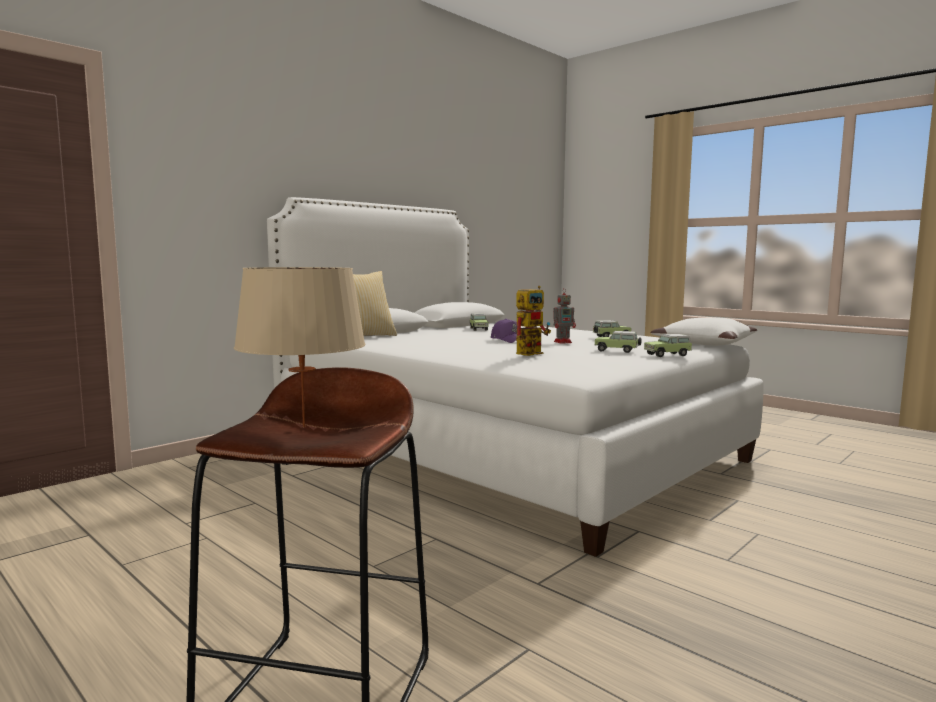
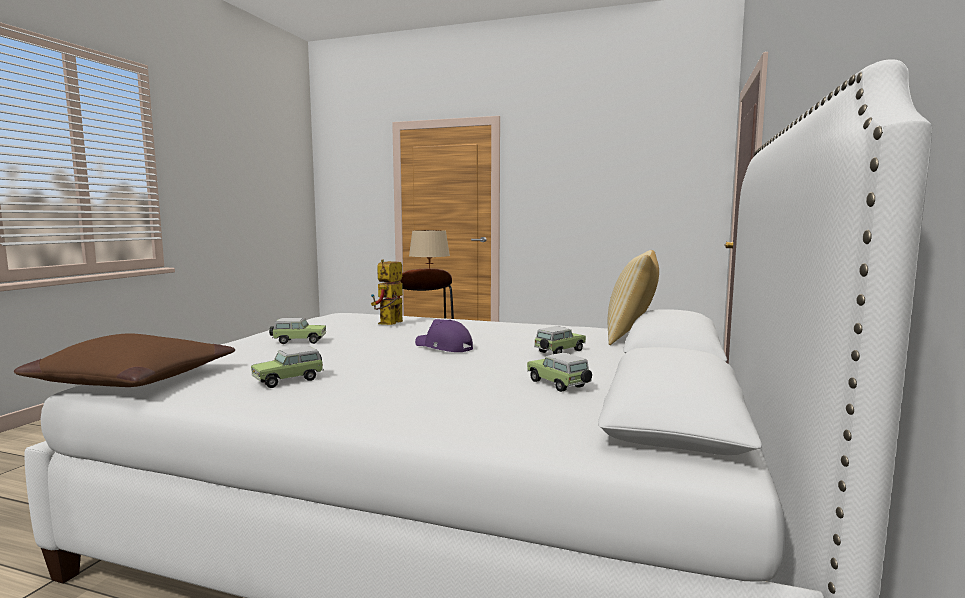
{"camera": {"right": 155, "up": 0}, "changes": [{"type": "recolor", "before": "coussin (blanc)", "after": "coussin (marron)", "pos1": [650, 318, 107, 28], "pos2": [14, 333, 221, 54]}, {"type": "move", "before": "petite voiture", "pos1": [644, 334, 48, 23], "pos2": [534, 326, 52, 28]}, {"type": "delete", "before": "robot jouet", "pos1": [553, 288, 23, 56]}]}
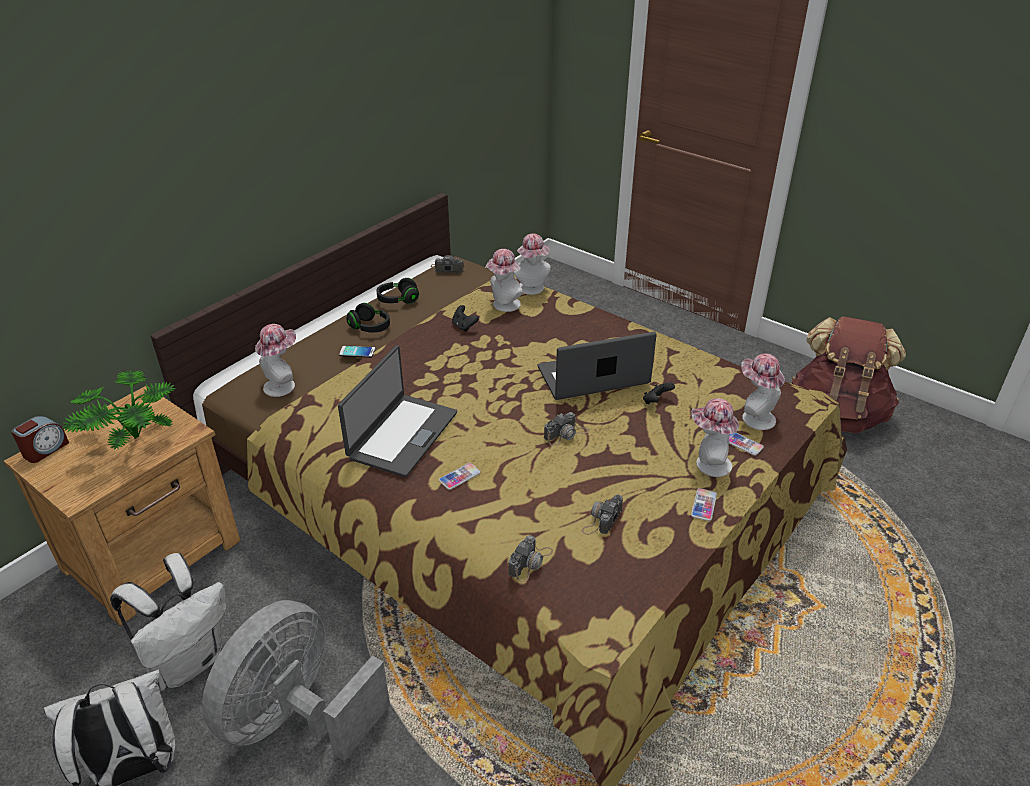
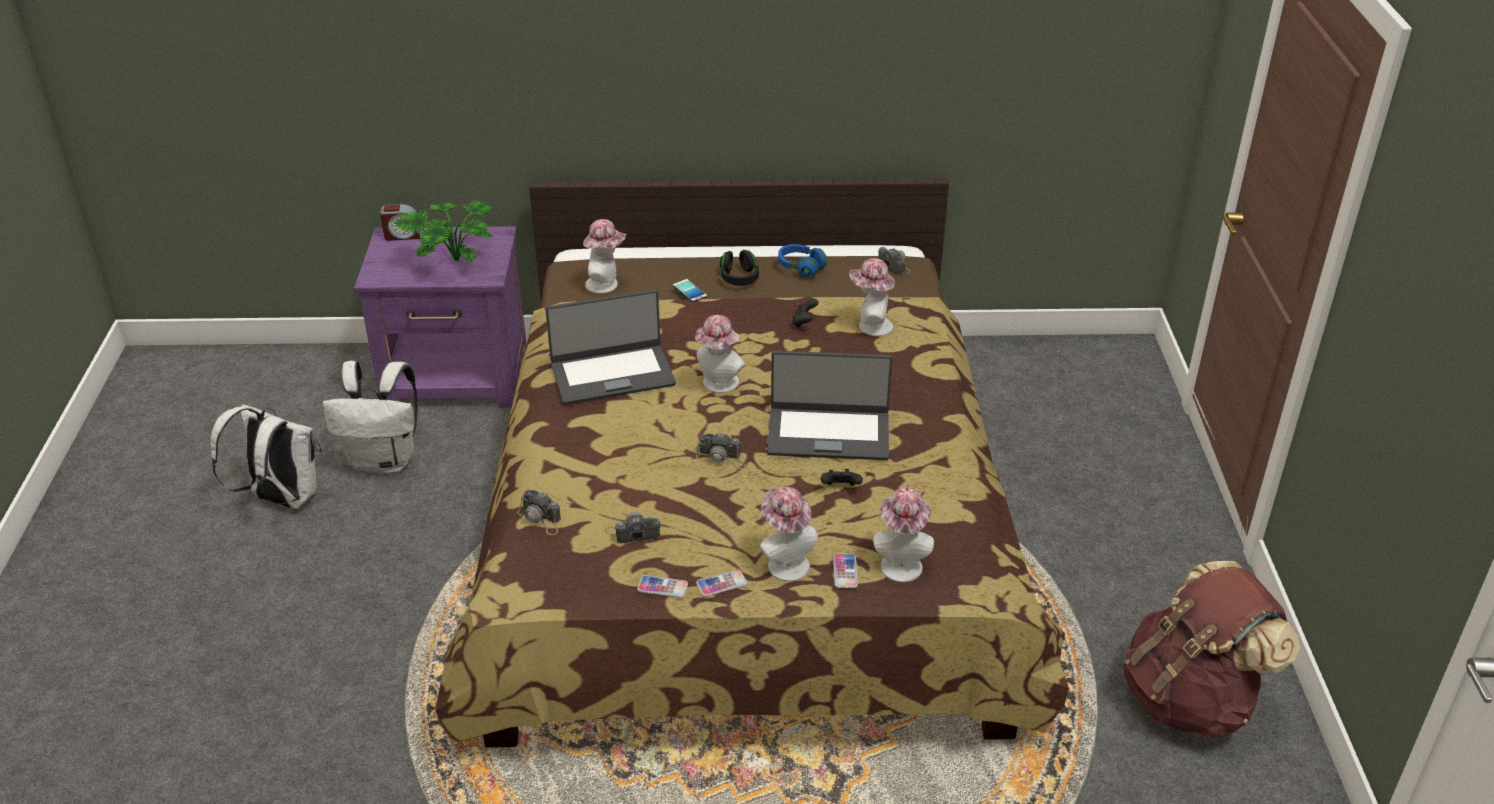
{"camera": {"right": 50, "up": 0}, "changes": [{"type": "recolor", "before": "table de chevet (marron)", "after": "table de chevet (violet)", "pos1": [4, 386, 236, 240], "pos2": [354, 226, 172, 182]}, {"type": "rotate", "before": "appareil photo", "pos1": [508, 535, 45, 47], "pos2": [517, 490, 44, 45], "turn": 45}, {"type": "move", "before": "téléphone", "pos1": [439, 463, 42, 27], "pos2": [637, 575, 51, 23]}, {"type": "move", "before": "chapeau", "pos1": [513, 234, 38, 61], "pos2": [695, 315, 50, 78]}, {"type": "rotate", "before": "ordinateur portable", "pos1": [538, 332, 119, 68], "pos2": [767, 351, 125, 109], "turn": 150}, {"type": "recolor", "before": "casque audio (noir)", "after": "casque audio (bleu)", "pos1": [376, 278, 43, 26], "pos2": [778, 244, 49, 34]}, {"type": "delete", "before": "ventilateur (gris)", "pos1": [202, 600, 188, 161]}]}
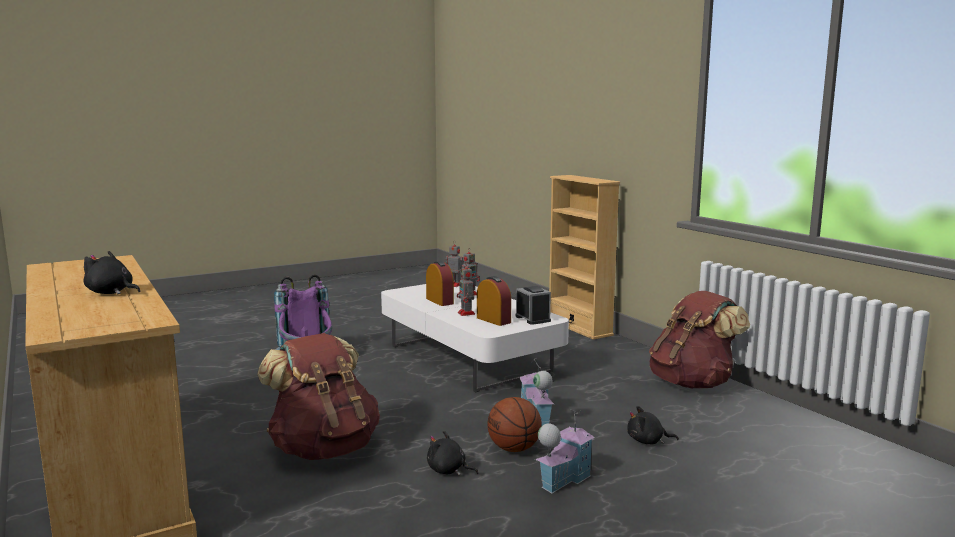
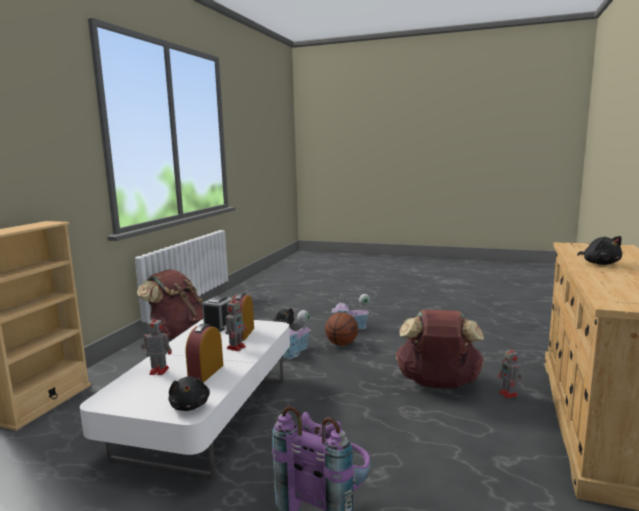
{"camera": {"right": -130, "up": 0}, "changes": [{"type": "move", "before": "peluche (noir)", "pos1": [427, 431, 51, 45], "pos2": [168, 377, 42, 34]}, {"type": "move", "before": "robot jouet", "pos1": [446, 241, 17, 46], "pos2": [498, 346, 23, 52]}]}
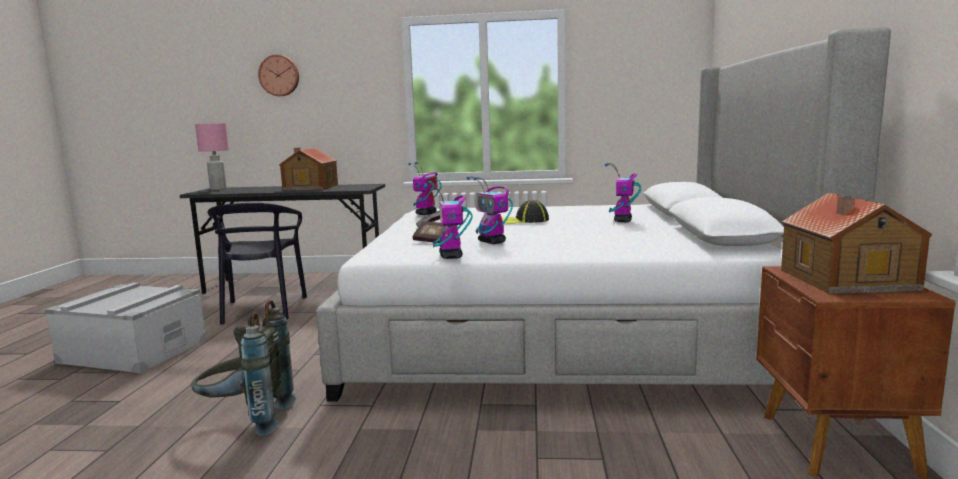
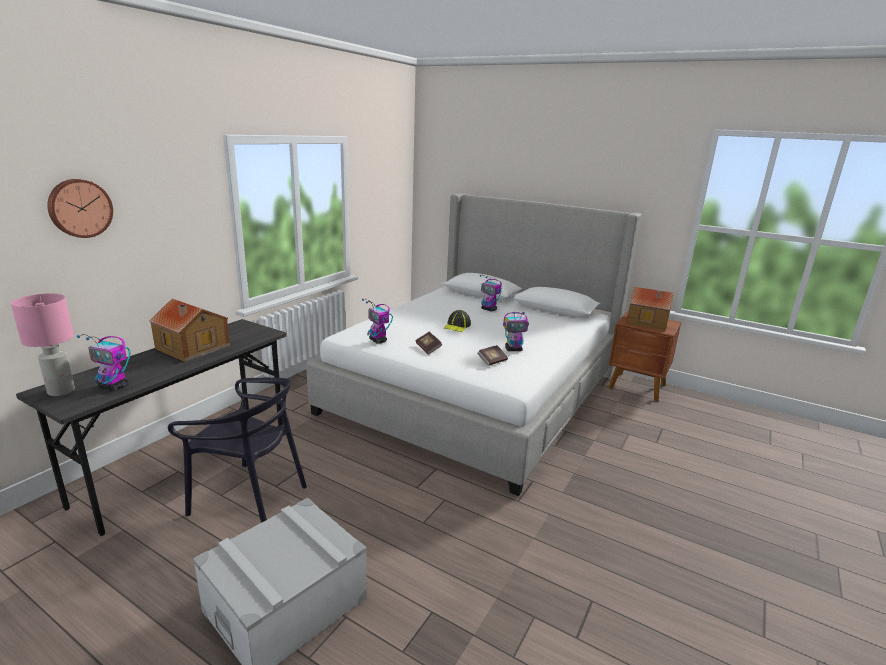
{"camera": {"right": -65, "up": 10}, "changes": [{"type": "move", "before": "robot jouet", "pos1": [424, 183, 49, 76], "pos2": [77, 334, 53, 57]}, {"type": "delete", "before": "sac à dos (gris)", "pos1": [191, 300, 105, 136]}]}
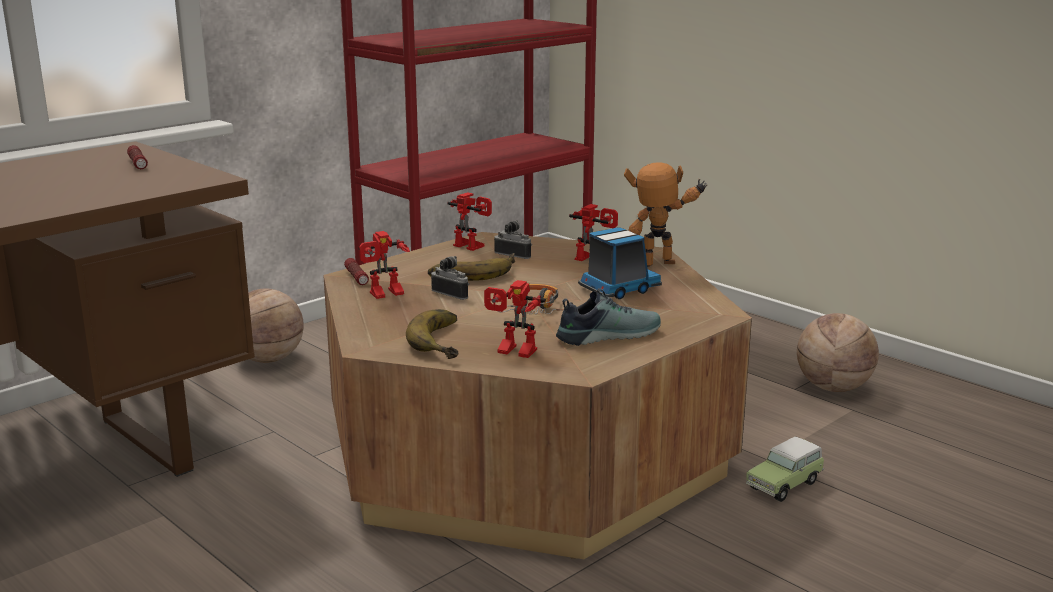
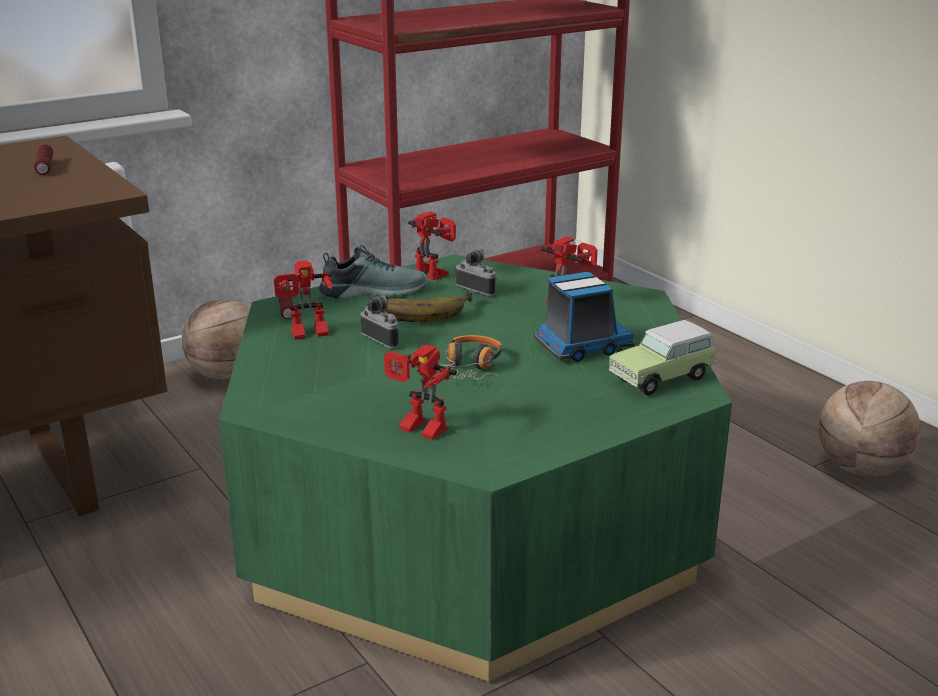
{"camera": {"right": 10, "up": 5}, "changes": [{"type": "recolor", "before": "table basse (marron)", "after": "table basse (vert)", "pos1": [323, 232, 429, 327], "pos2": [219, 255, 513, 427]}, {"type": "move", "before": "chaussure", "pos1": [556, 288, 105, 58], "pos2": [319, 245, 107, 54]}, {"type": "move", "before": "petite voiture", "pos1": [746, 436, 79, 66], "pos2": [609, 320, 108, 75]}, {"type": "delete", "before": "banane", "pos1": [406, 309, 52, 50]}, {"type": "delete", "before": "robot jouet", "pos1": [624, 162, 84, 105]}]}
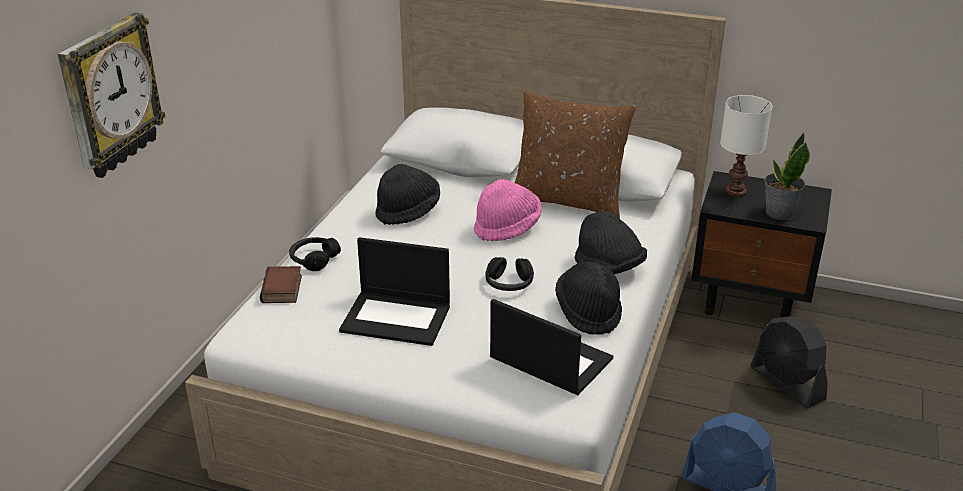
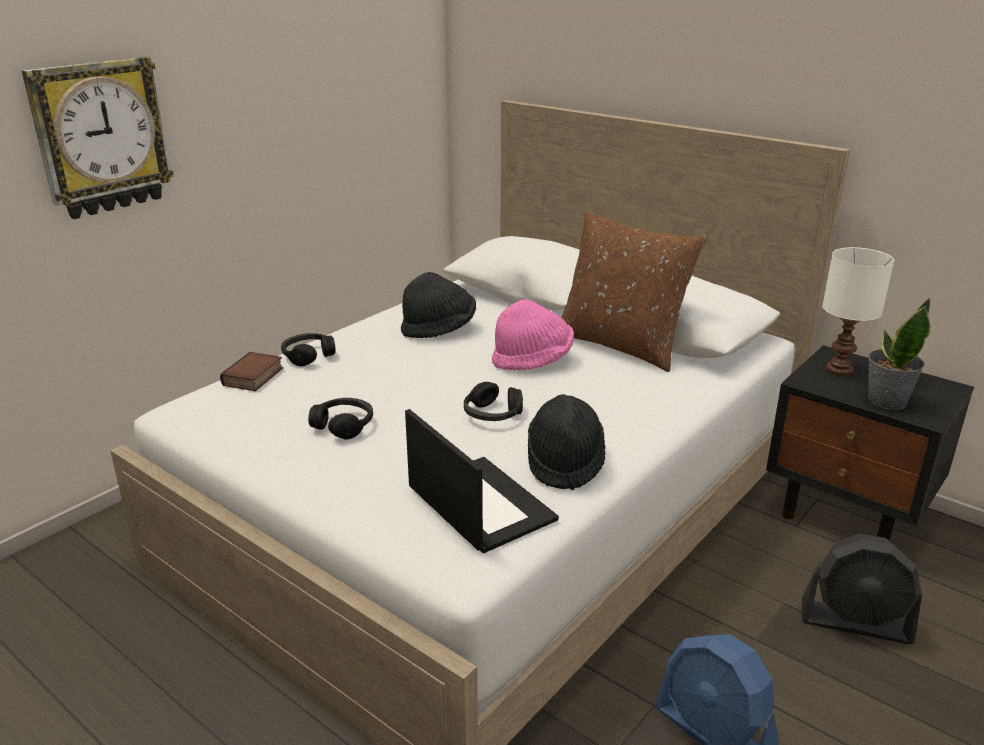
{"camera": {"right": 20, "up": -5}, "changes": [{"type": "replace", "before": "ordinateur portable", "after": "casque audio (noir)", "pos1": [339, 237, 111, 109], "pos2": [308, 398, 65, 42]}, {"type": "rotate", "before": "ventilateur (noir)", "pos1": [750, 316, 78, 92], "pos2": [802, 533, 120, 111], "turn": -60}, {"type": "delete", "before": "chapeau (noir)", "pos1": [575, 211, 72, 63]}]}
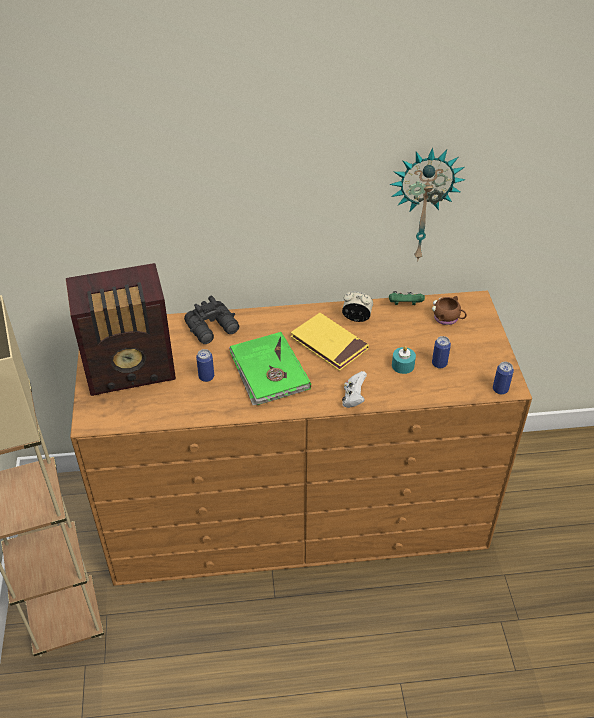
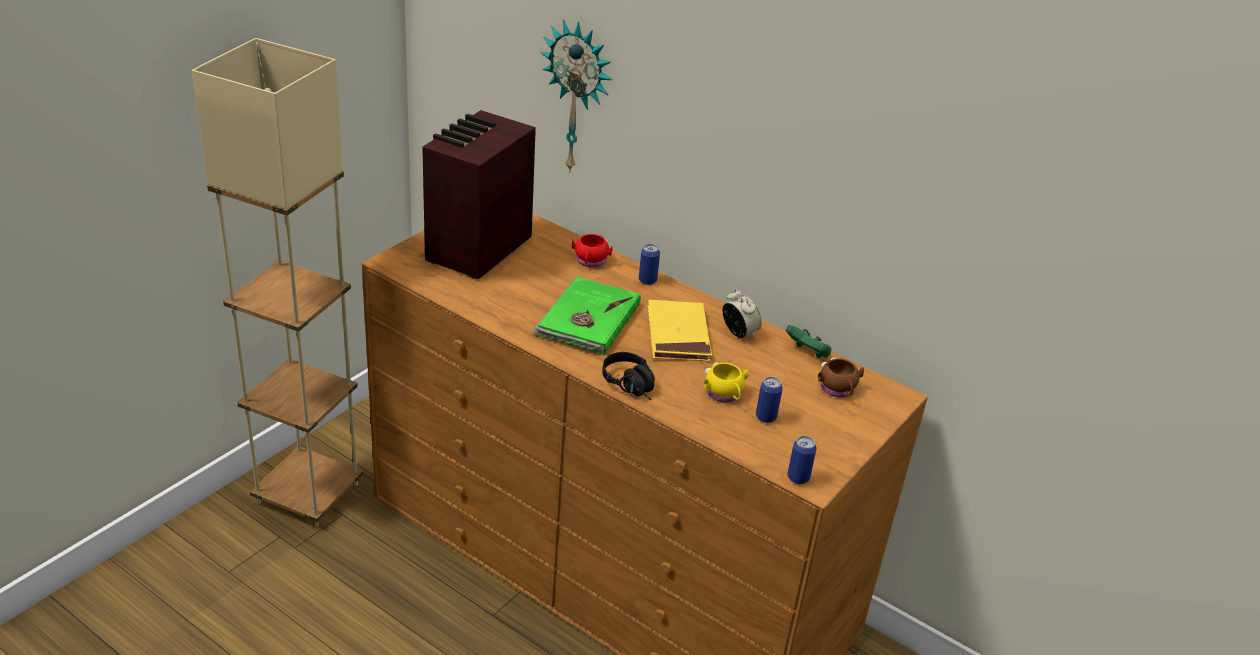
{"camera": {"right": 40, "up": -10}, "changes": [{"type": "rotate", "before": "radio", "pos1": [66, 263, 110, 133], "pos2": [422, 110, 114, 170], "turn": 90}, {"type": "move", "before": "horloge murale", "pos1": [390, 148, 75, 114], "pos2": [540, 19, 72, 154]}, {"type": "replace", "before": "jumelles (noir)", "after": "mug (rouge)", "pos1": [184, 296, 55, 48], "pos2": [572, 234, 40, 34]}, {"type": "replace", "before": "manette (blanc)", "after": "casque audio (noir)", "pos1": [342, 371, 25, 37], "pos2": [602, 352, 53, 48]}, {"type": "move", "before": "boîte métallique", "pos1": [196, 349, 18, 33], "pos2": [639, 244, 21, 41]}, {"type": "replace", "before": "bougie (turquoise)", "after": "mug (jaune)", "pos1": [392, 346, 24, 28], "pos2": [703, 362, 45, 40]}]}
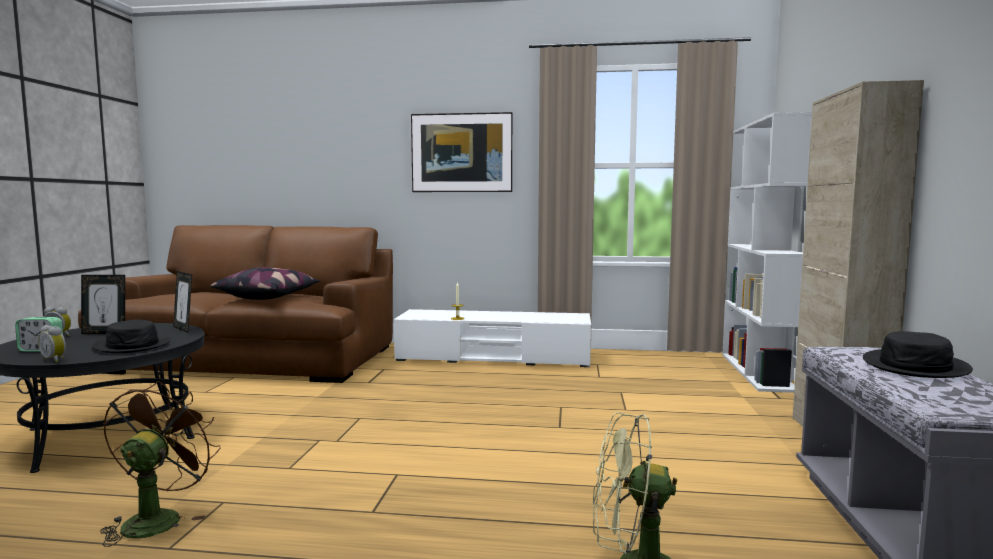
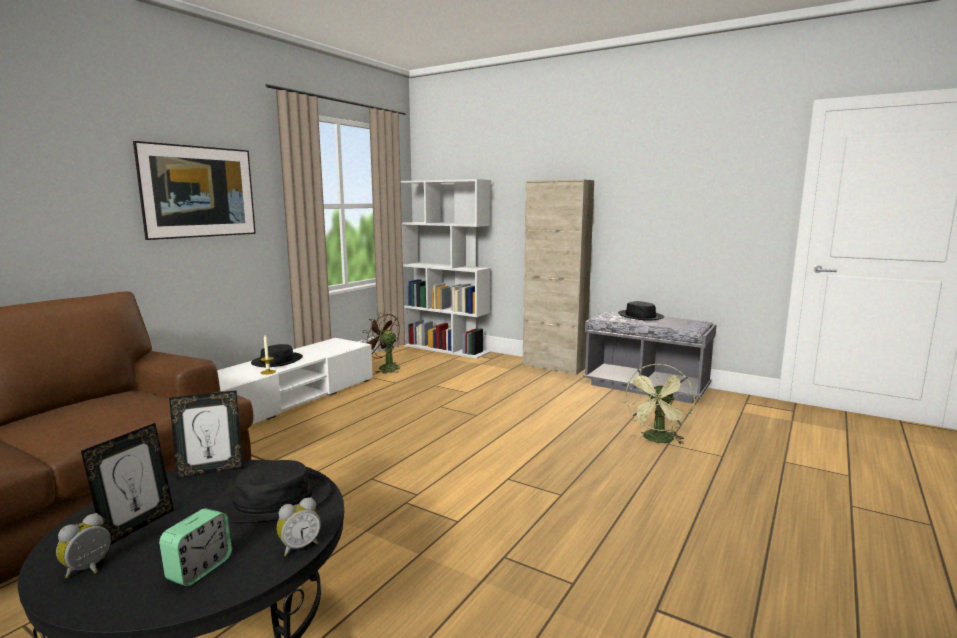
{"camera": {"right": -65, "up": 5}, "changes": [{"type": "insert", "after": "chapeau (noir)", "pos2": [251, 344, 52, 23]}, {"type": "move", "before": "ventilateur (marron)", "pos1": [100, 381, 121, 166], "pos2": [362, 313, 38, 61]}, {"type": "delete", "before": "coussin", "pos1": [210, 267, 111, 33]}]}
